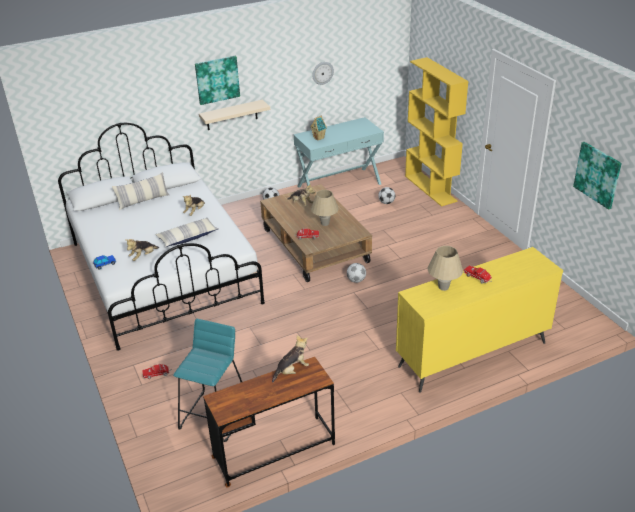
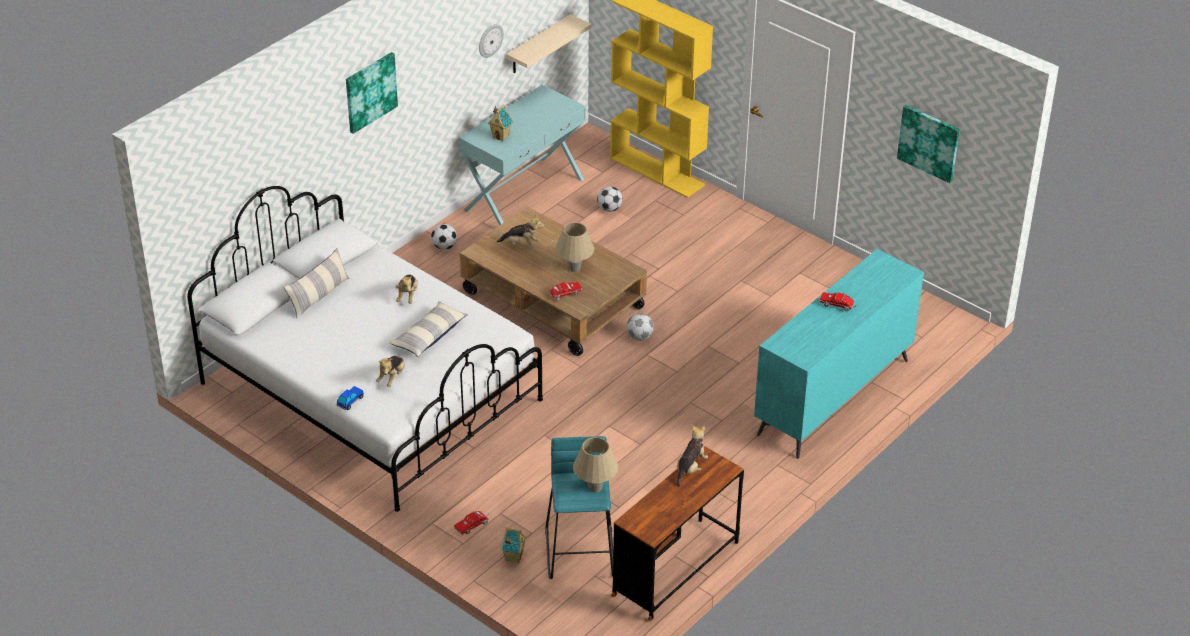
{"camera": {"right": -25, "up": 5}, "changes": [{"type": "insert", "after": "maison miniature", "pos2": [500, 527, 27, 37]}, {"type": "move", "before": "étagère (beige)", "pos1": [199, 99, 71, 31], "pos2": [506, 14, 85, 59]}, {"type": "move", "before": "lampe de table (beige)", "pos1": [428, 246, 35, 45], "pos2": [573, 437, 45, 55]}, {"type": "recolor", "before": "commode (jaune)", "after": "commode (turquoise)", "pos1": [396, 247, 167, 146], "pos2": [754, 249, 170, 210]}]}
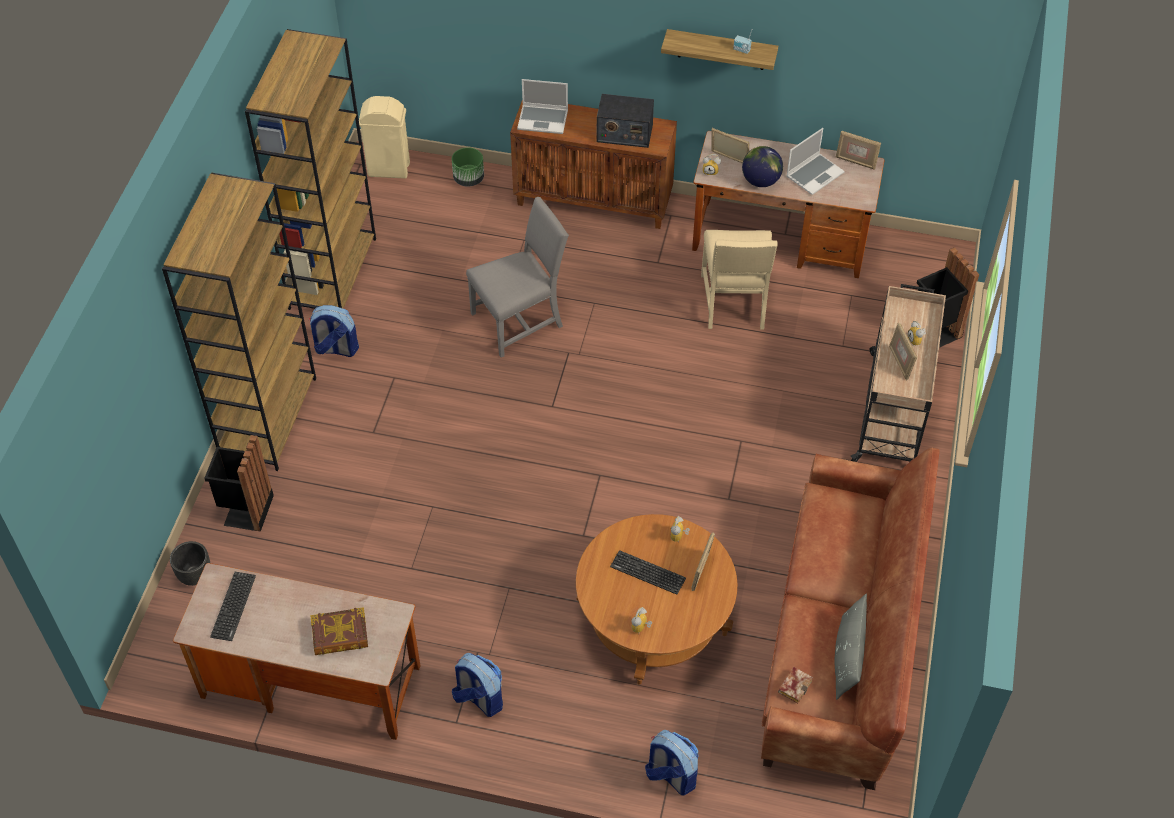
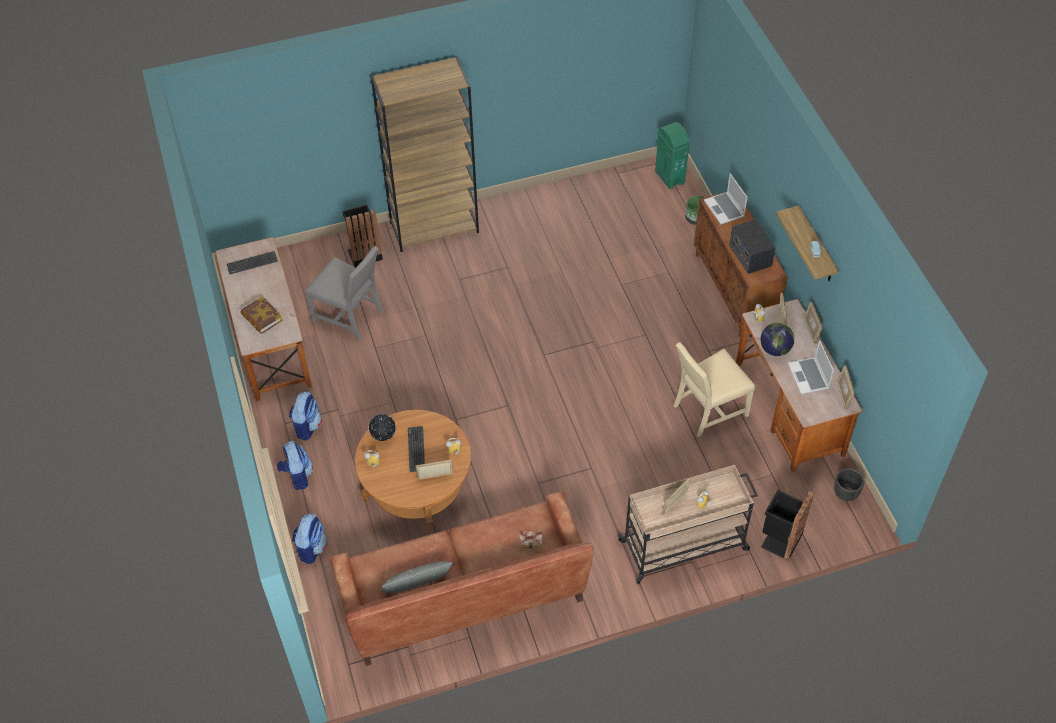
{"camera": {"right": 60, "up": 0}, "changes": [{"type": "move", "before": "sac à dos", "pos1": [308, 305, 51, 52], "pos2": [277, 441, 36, 49]}, {"type": "move", "before": "chaise (gris)", "pos1": [466, 197, 103, 160], "pos2": [305, 246, 78, 94]}, {"type": "insert", "after": "globe", "pos2": [369, 414, 27, 27]}, {"type": "move", "before": "livre", "pos1": [778, 667, 35, 37], "pos2": [520, 531, 22, 17]}, {"type": "recolor", "before": "poubelle (beige)", "after": "poubelle (vert)", "pos1": [359, 96, 51, 82], "pos2": [655, 122, 36, 67]}, {"type": "rotate", "before": "ordinateur portable", "pos1": [787, 128, 58, 67], "pos2": [788, 340, 46, 54], "turn": 60}, {"type": "insert", "after": "cadre photo", "pos2": [804, 301, 19, 43]}, {"type": "move", "before": "cache-pot (noir)", "pos1": [170, 541, 40, 45], "pos2": [834, 468, 30, 33]}, {"type": "delete", "before": "bibliothèque (marron)", "pos1": [245, 29, 131, 281]}]}
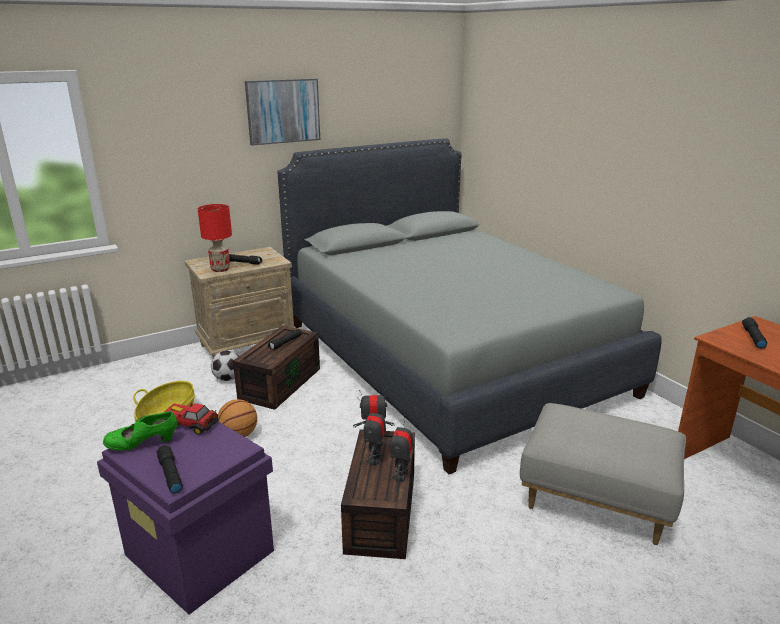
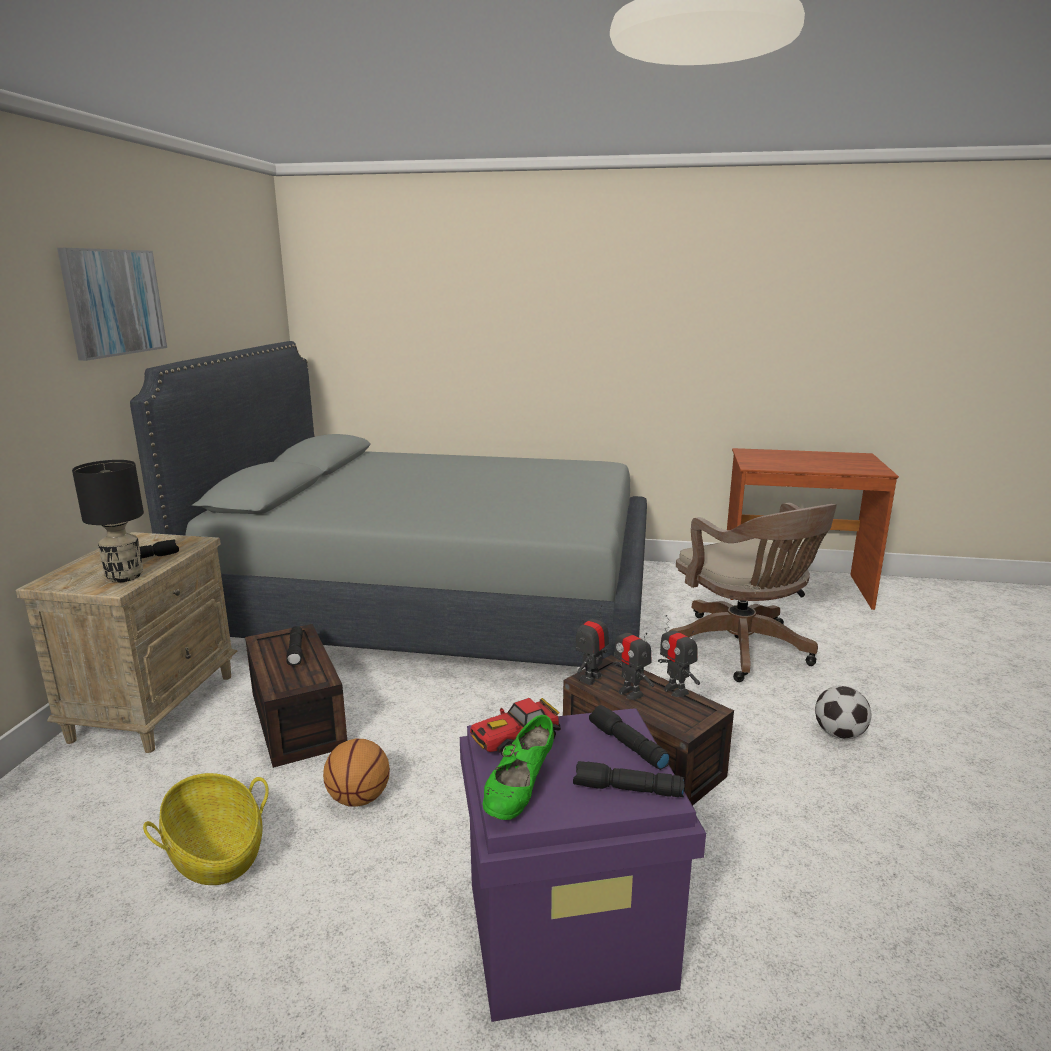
{"camera": {"right": -50, "up": -5}, "changes": [{"type": "recolor", "before": "lampe de table (rouge)", "after": "lampe de table (noir)", "pos1": [198, 204, 34, 68], "pos2": [72, 460, 72, 122]}, {"type": "move", "before": "lampe de poche (noir)", "pos1": [742, 317, 25, 31], "pos2": [589, 705, 81, 65]}, {"type": "replace", "before": "pouf (gris)", "after": "chaise de bureau (marron)", "pos1": [520, 403, 166, 142], "pos2": [669, 503, 168, 179]}, {"type": "move", "before": "ballon de foot", "pos1": [211, 350, 28, 31], "pos2": [815, 686, 57, 53]}]}
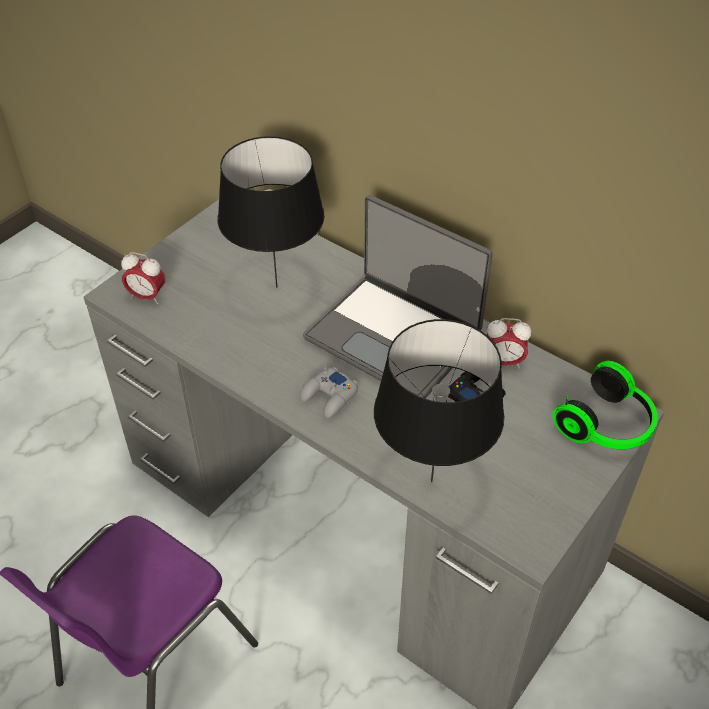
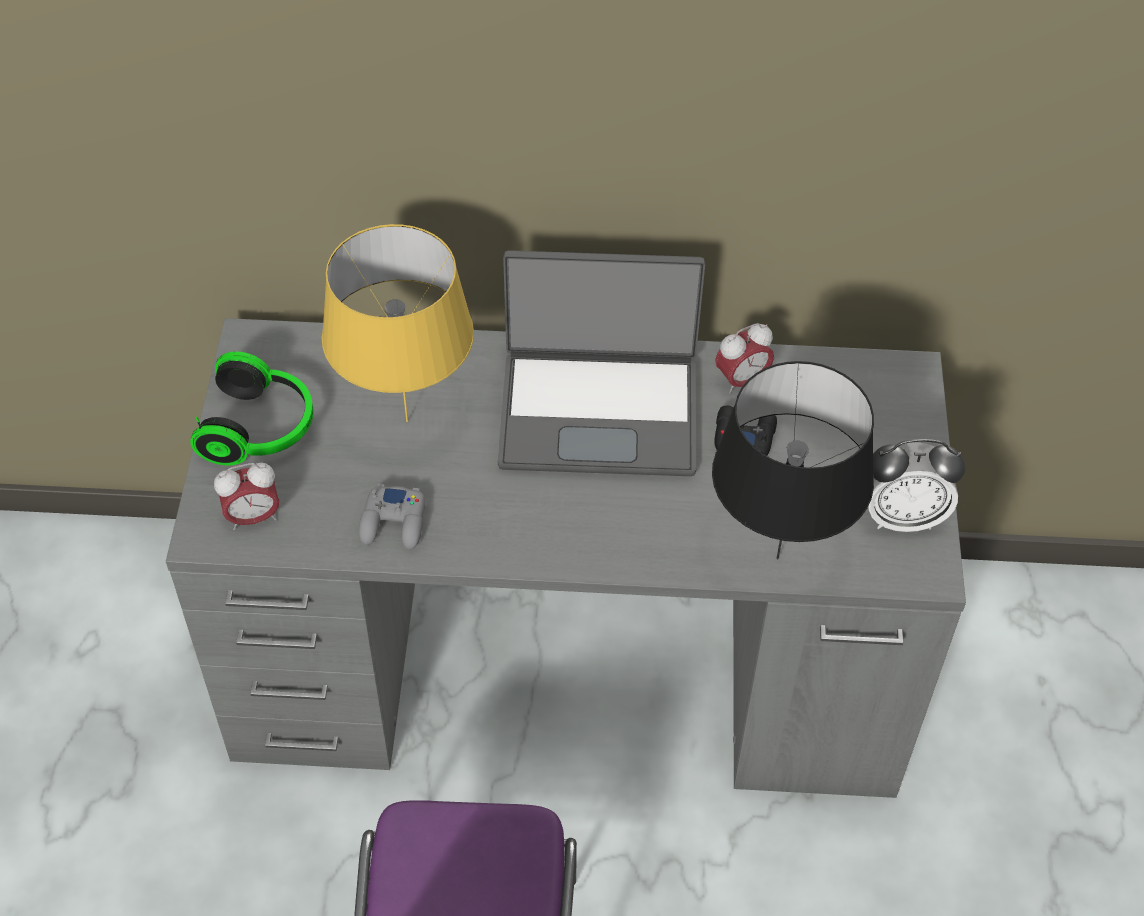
{"camera": {"right": -35, "up": 5}, "changes": [{"type": "move", "before": "casque audio", "pos1": [553, 361, 105, 88], "pos2": [190, 352, 124, 113]}, {"type": "recolor", "before": "lampe de table (noir)", "after": "lampe de table (jaune)", "pos1": [217, 136, 107, 152], "pos2": [322, 224, 152, 198]}, {"type": "move", "before": "manette (gris)", "pos1": [300, 367, 58, 51], "pos2": [359, 484, 66, 66]}, {"type": "insert", "after": "réveil", "pos2": [868, 439, 97, 93]}]}
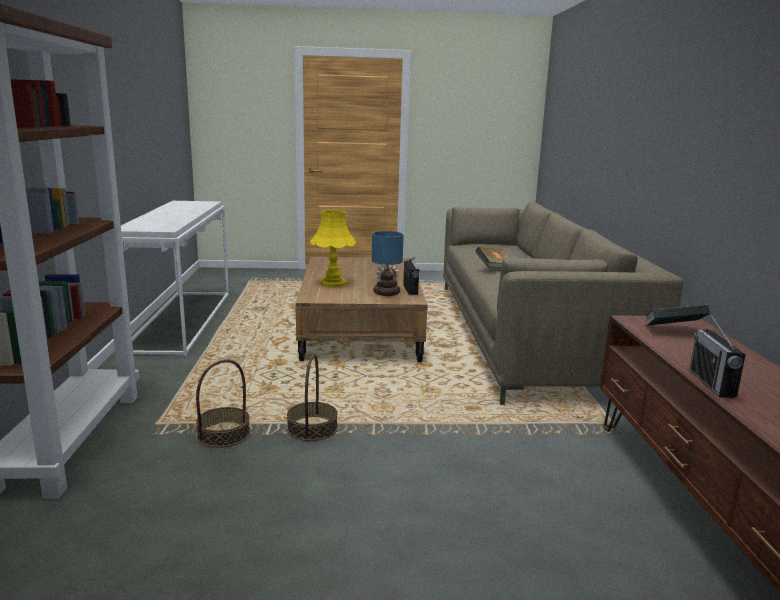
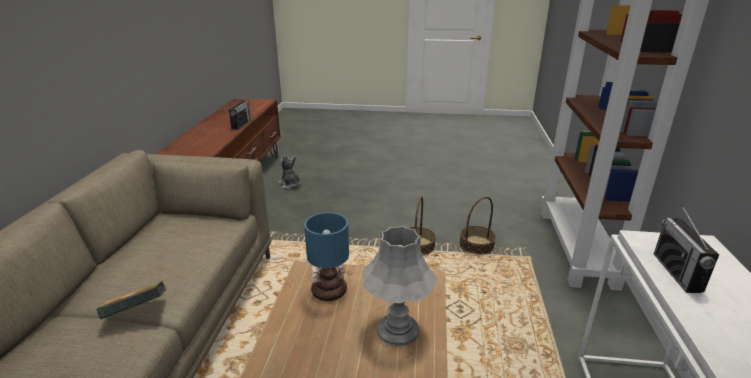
{"camera": {"right": -170, "up": 10}, "changes": [{"type": "insert", "after": "peluche", "pos2": [279, 155, 22, 34]}, {"type": "recolor", "before": "lampe de table (jaune)", "after": "lampe de table (gris)", "pos1": [310, 210, 46, 77], "pos2": [363, 226, 74, 120]}, {"type": "move", "before": "radio", "pos1": [403, 257, 16, 38], "pos2": [654, 204, 65, 89]}, {"type": "delete", "before": "livre", "pos1": [644, 305, 66, 21]}]}
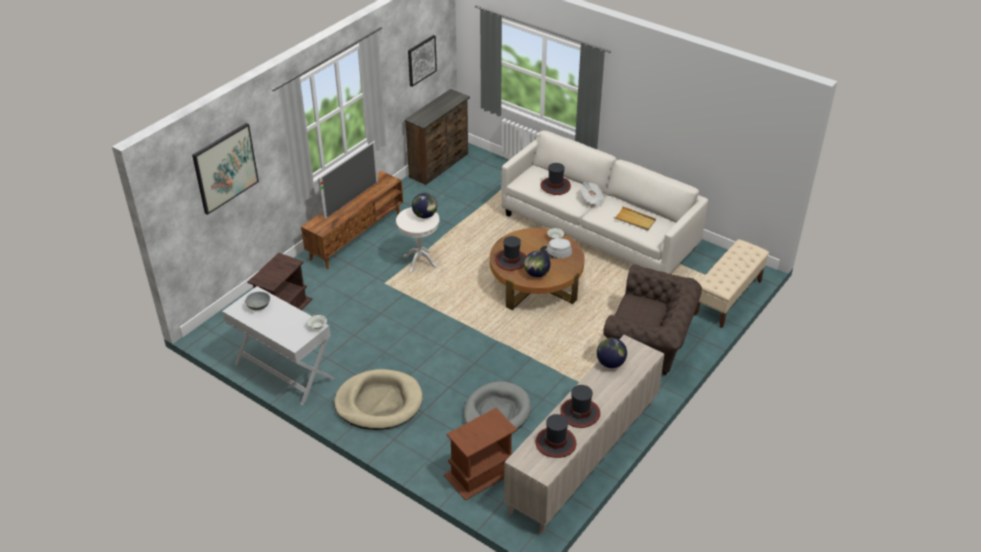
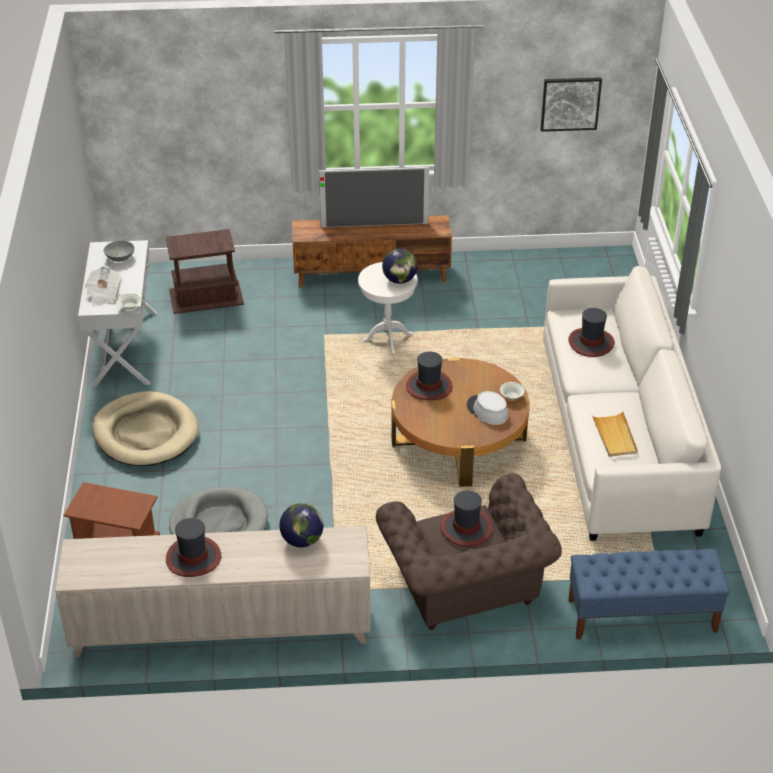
{"camera": {"right": 50, "up": 0}, "changes": [{"type": "move", "before": "journal", "pos1": [581, 182, 25, 25], "pos2": [85, 266, 37, 40]}, {"type": "move", "before": "chapeau", "pos1": [536, 414, 40, 44], "pos2": [440, 490, 53, 57]}, {"type": "recolor", "before": "banc (beige)", "after": "banc (bleu)", "pos1": [694, 239, 75, 89], "pos2": [568, 549, 162, 90]}, {"type": "delete", "before": "tableau", "pos1": [192, 123, 67, 92]}, {"type": "delete", "before": "commode (marron)", "pos1": [404, 89, 66, 96]}, {"type": "delete", "before": "globe", "pos1": [524, 251, 27, 26]}]}
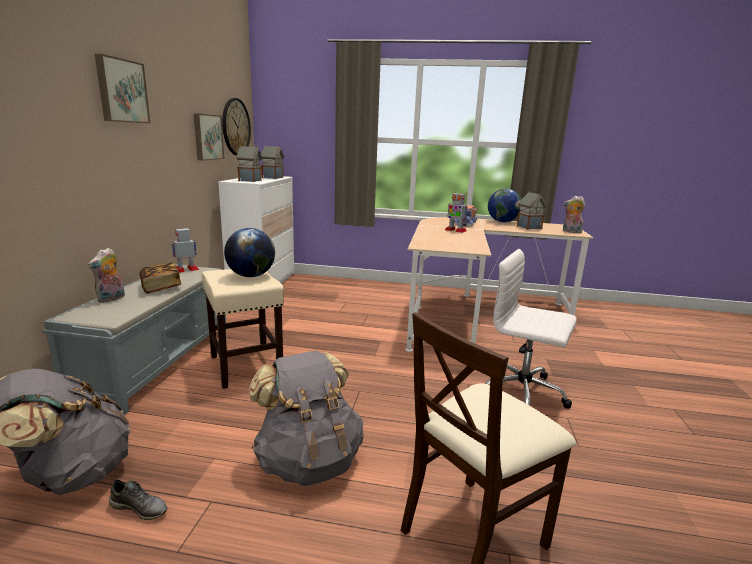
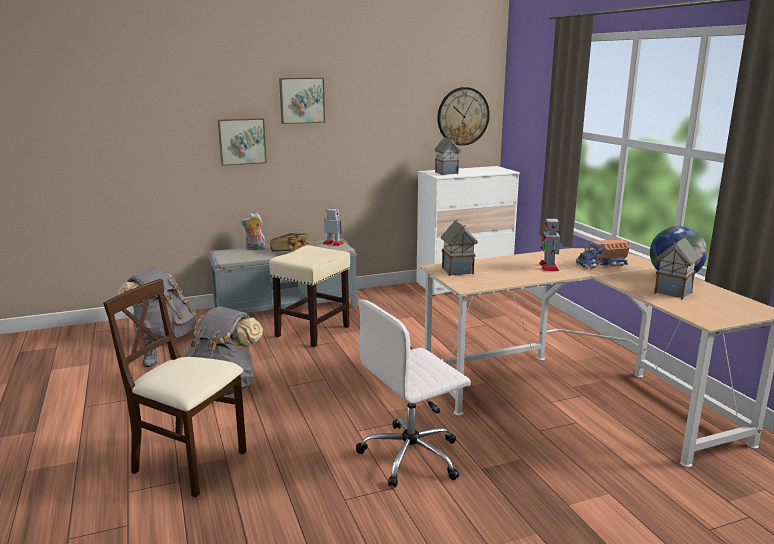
{"camera": {"right": 60, "up": 0}, "changes": [{"type": "move", "before": "tableau", "pos1": [194, 113, 30, 48], "pos2": [218, 118, 49, 48]}, {"type": "rotate", "before": "chaise de bureau (blanc)", "pos1": [485, 249, 92, 160], "pos2": [356, 299, 115, 189], "turn": -120}, {"type": "move", "before": "maison miniature", "pos1": [261, 145, 23, 34], "pos2": [441, 219, 37, 57]}, {"type": "delete", "before": "globe", "pos1": [224, 228, 51, 49]}, {"type": "delete", "before": "peluche", "pos1": [563, 196, 22, 37]}]}
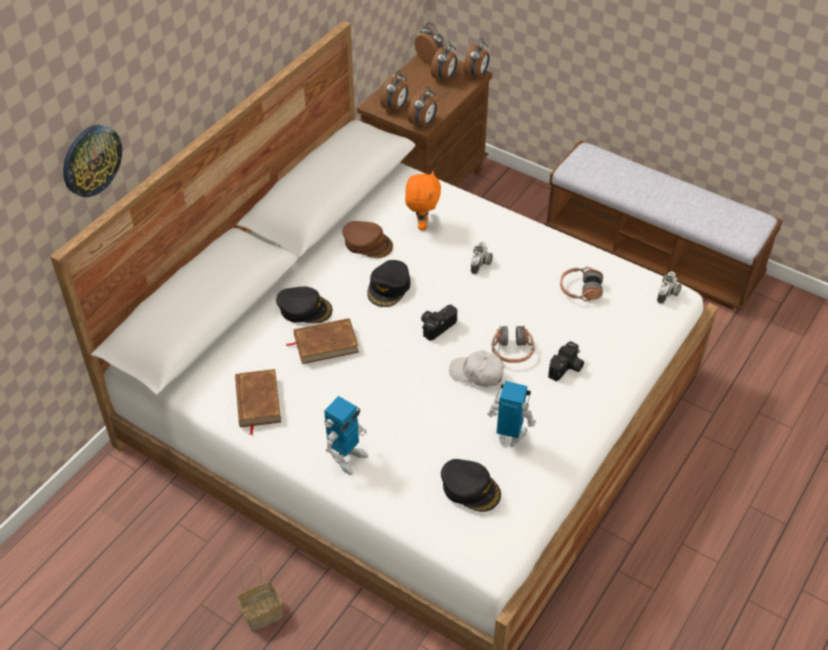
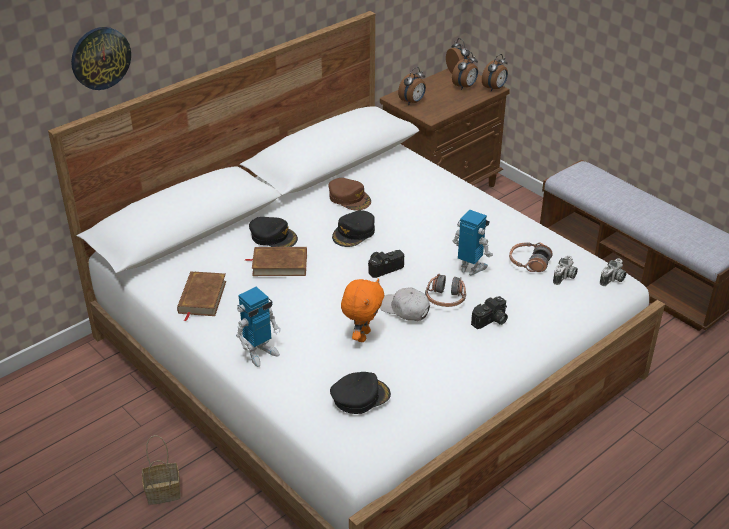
{"camera": {"right": 15, "up": -10}, "changes": [{"type": "rotate", "before": "casquette (noir)", "pos1": [441, 459, 60, 53], "pos2": [330, 372, 61, 42], "turn": -75}, {"type": "move", "before": "peluche (orange)", "pos1": [405, 171, 36, 59], "pos2": [341, 278, 43, 64]}, {"type": "move", "before": "robot jouet", "pos1": [487, 381, 49, 66], "pos2": [452, 209, 41, 66]}, {"type": "move", "before": "appareil photo", "pos1": [471, 242, 22, 33], "pos2": [553, 255, 25, 30]}, {"type": "delete", "before": "réveil", "pos1": [408, 87, 29, 42]}]}
